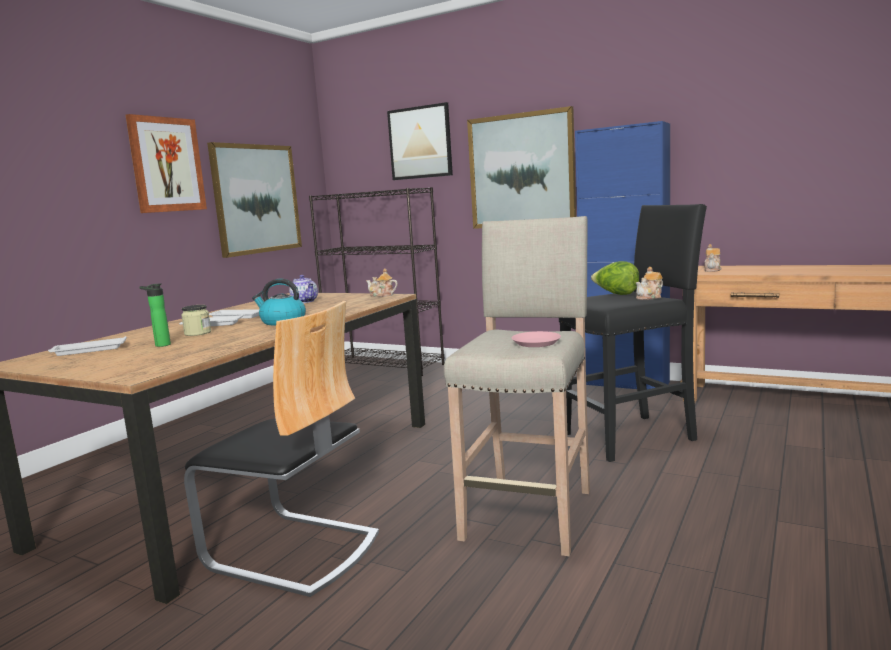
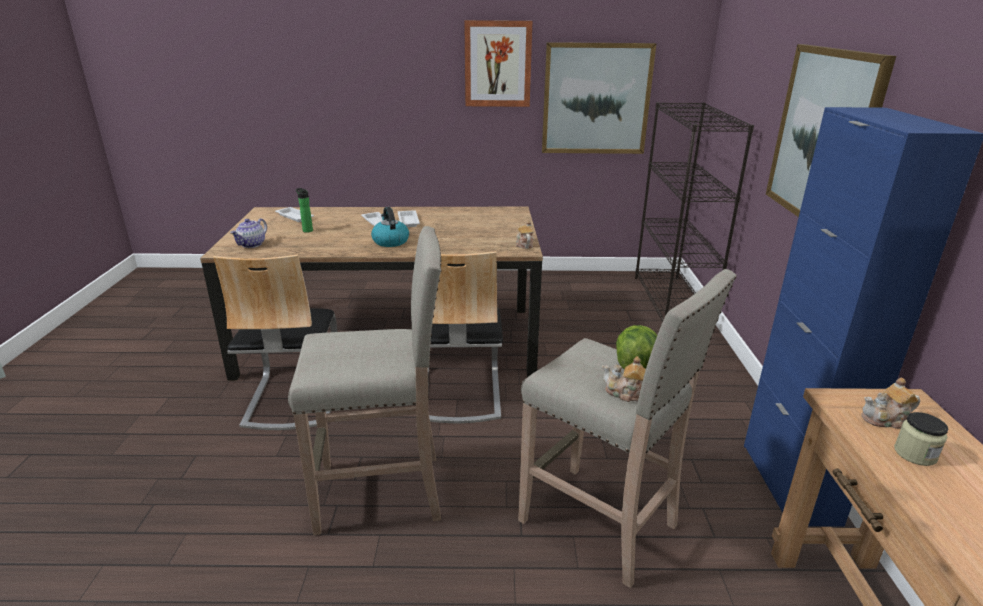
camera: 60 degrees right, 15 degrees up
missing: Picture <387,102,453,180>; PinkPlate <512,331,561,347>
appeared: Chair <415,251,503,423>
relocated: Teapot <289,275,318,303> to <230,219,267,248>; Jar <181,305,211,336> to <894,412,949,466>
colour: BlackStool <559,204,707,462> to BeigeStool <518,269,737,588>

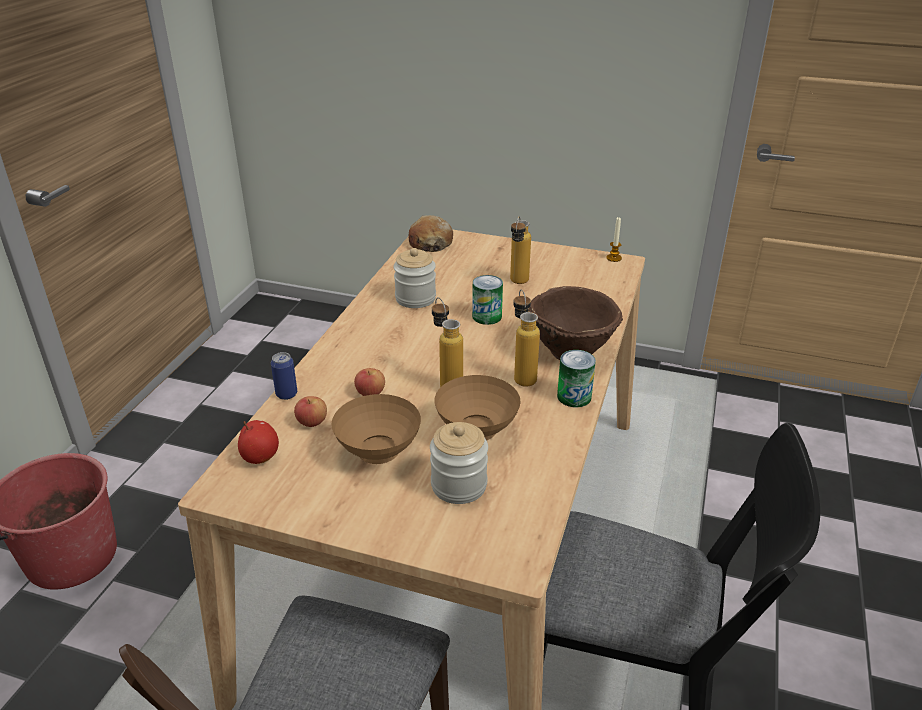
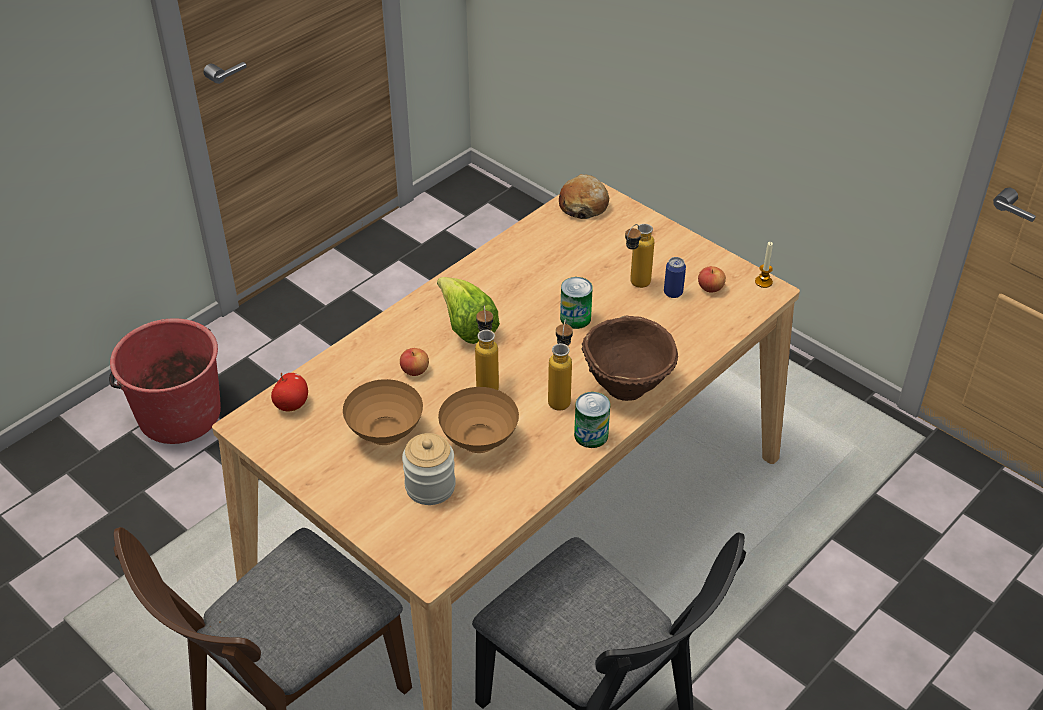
camera: 25 degrees right, 10 degrees up
missing: Jar <393,248,436,308>
appeared: Lettuce <437,277,500,344>
relocated: Can <271,352,297,400> to <664,257,686,298>; Apple <294,396,327,427> to <698,266,726,293>

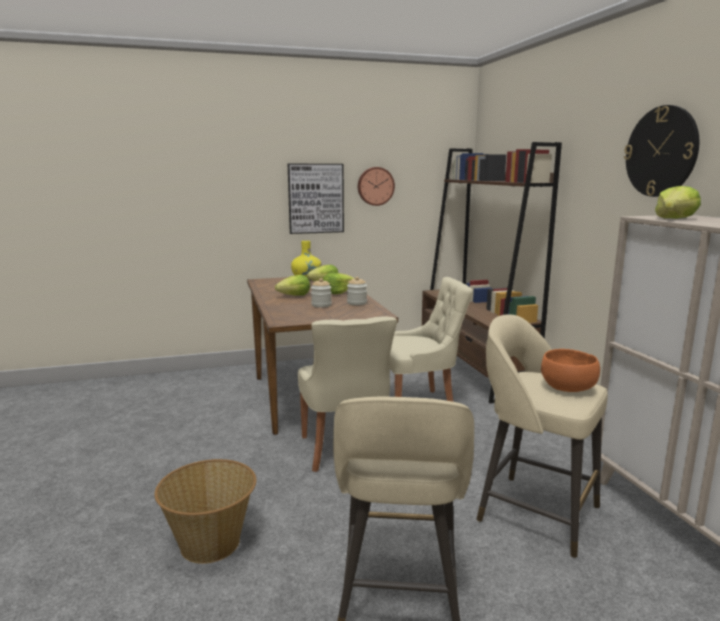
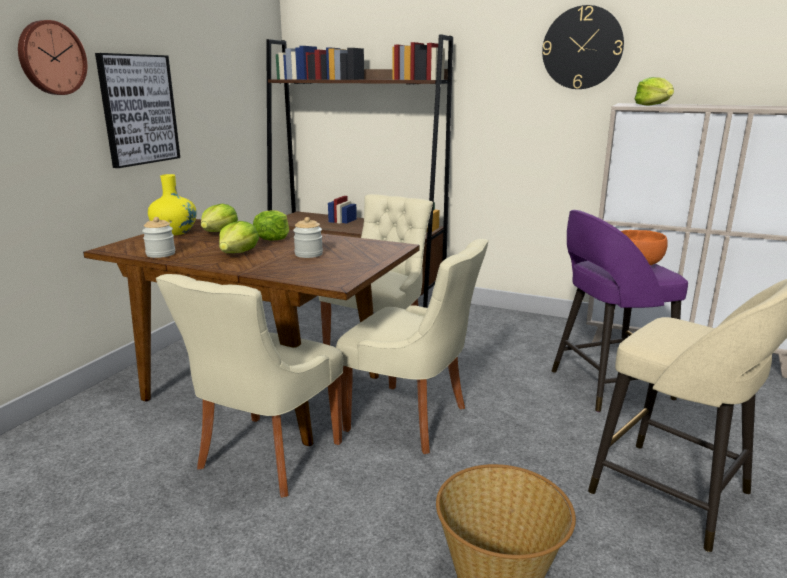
camera: 50 degrees left, 5 degrees up
appeared: BeigeChair <156,274,343,498>
relocated: WallClock <358,167,395,206> to <18,20,87,95>; Jar <347,277,367,305> to <142,217,175,258>
colour: BeigeStool <477,314,608,558> to PurpleStool <552,210,688,412>

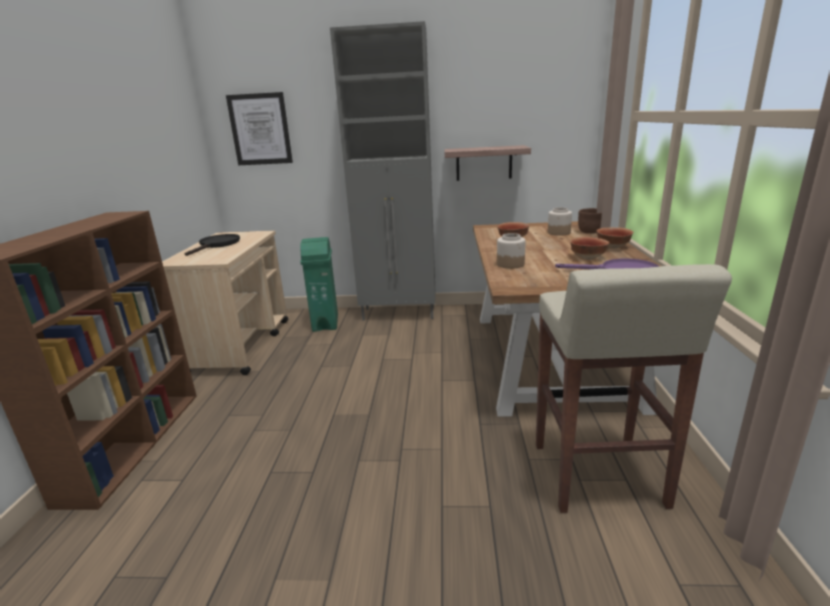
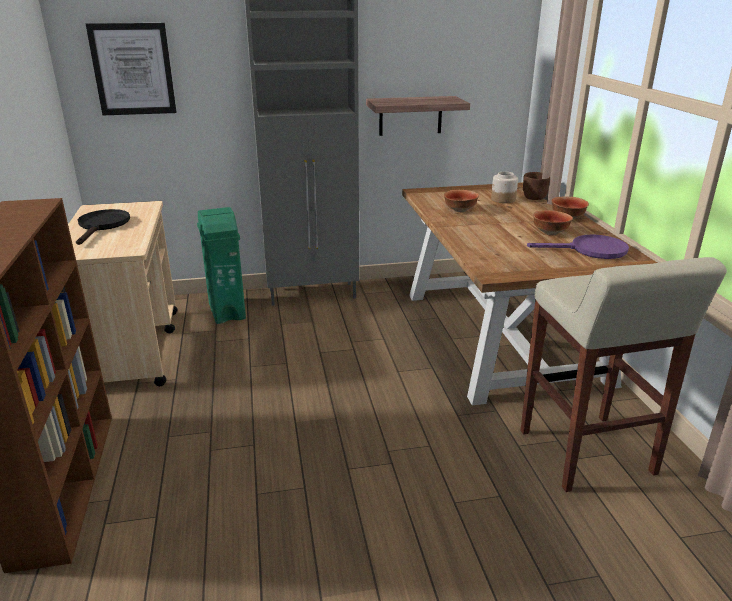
camera: 15 degrees left, 5 degrees up
missing: Jar <497,233,526,269>

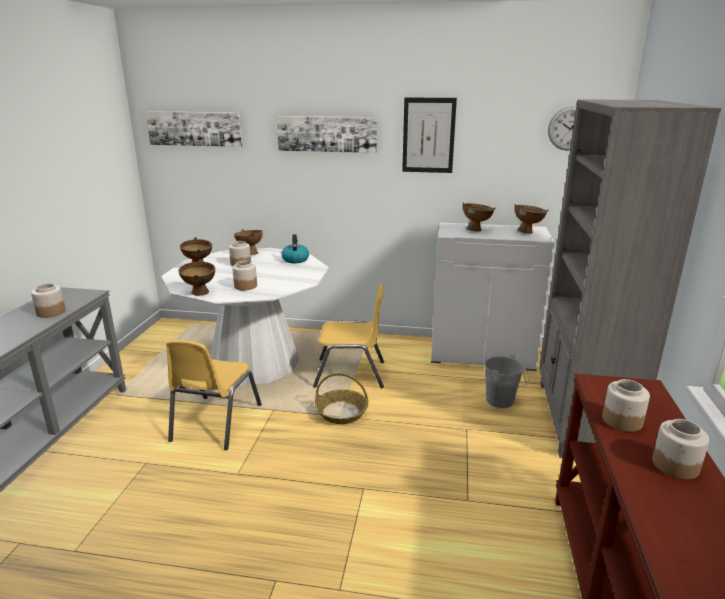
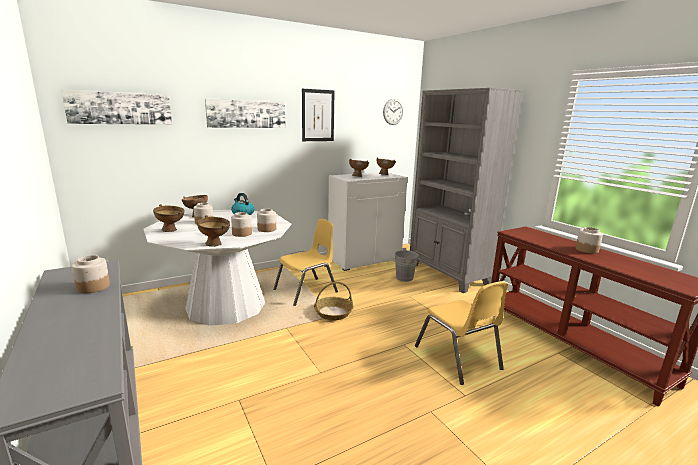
camera: 40 degrees left, 5 degrees down
relocated: YellowChair <166,340,262,450> to <415,281,508,385>; Jar <602,379,650,432> to <257,209,276,232>

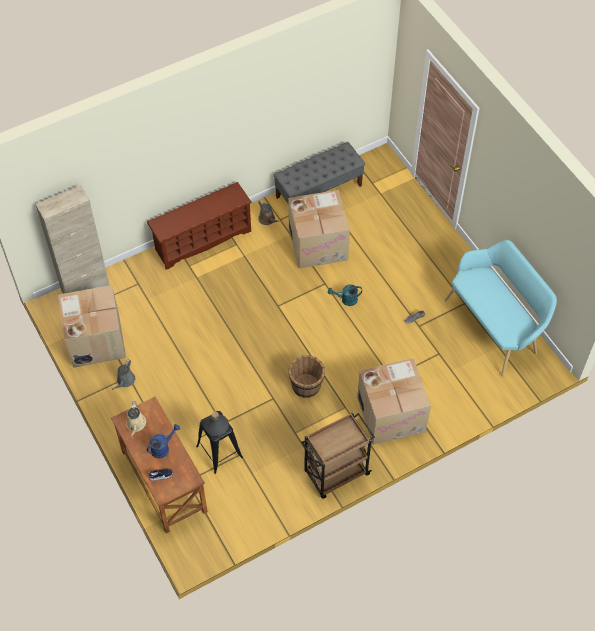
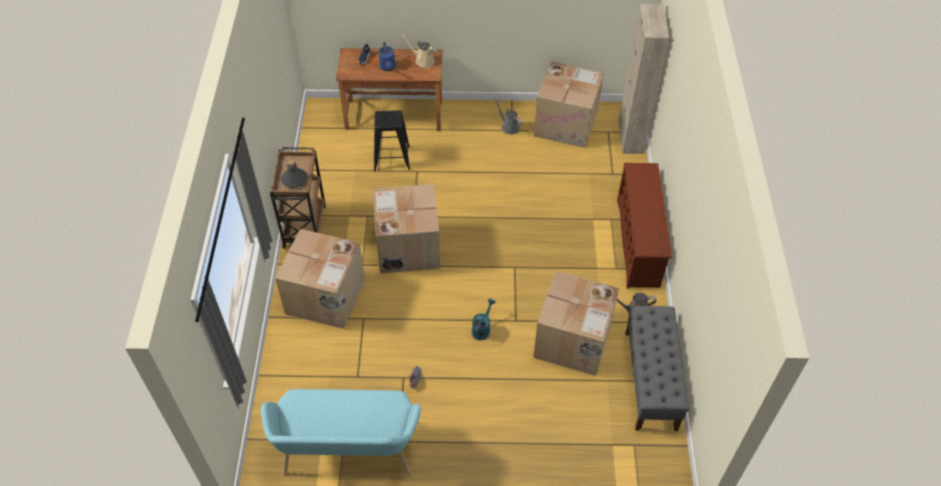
camera: 120 degrees right, 5 degrees down
relocated: GreyBottle <204,412,229,436> to <281,160,308,188>
exchanged: BrownBucket <289,355,325,398> to CardboardBox <373,184,440,274>

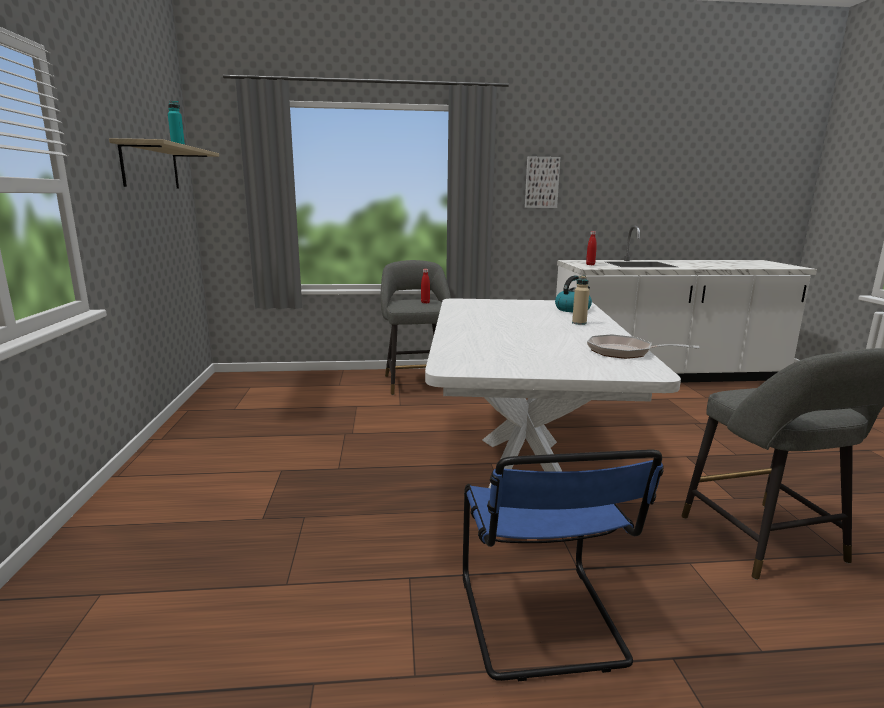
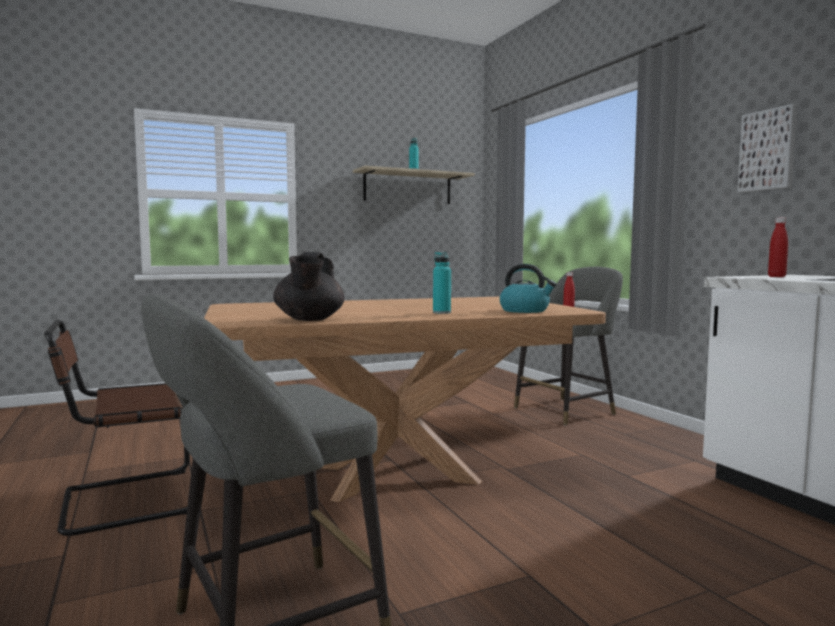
camera: 70 degrees right, 10 degrees down
exchanged: FryingPan <587,334,699,359> to BlackTeapot <273,252,345,321>
colour: BeigeBottle <572,276,589,325> to TurquoiseBottle <433,252,451,314>; WhiteDiningTable <425,298,681,488> to BrownDiningTable <204,297,606,502>; BlueChair <462,449,664,681> to BrownChair <44,320,190,536>

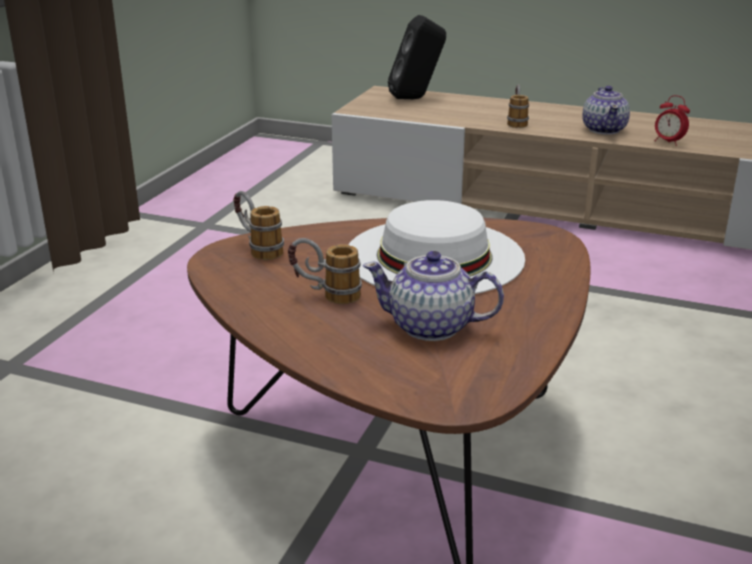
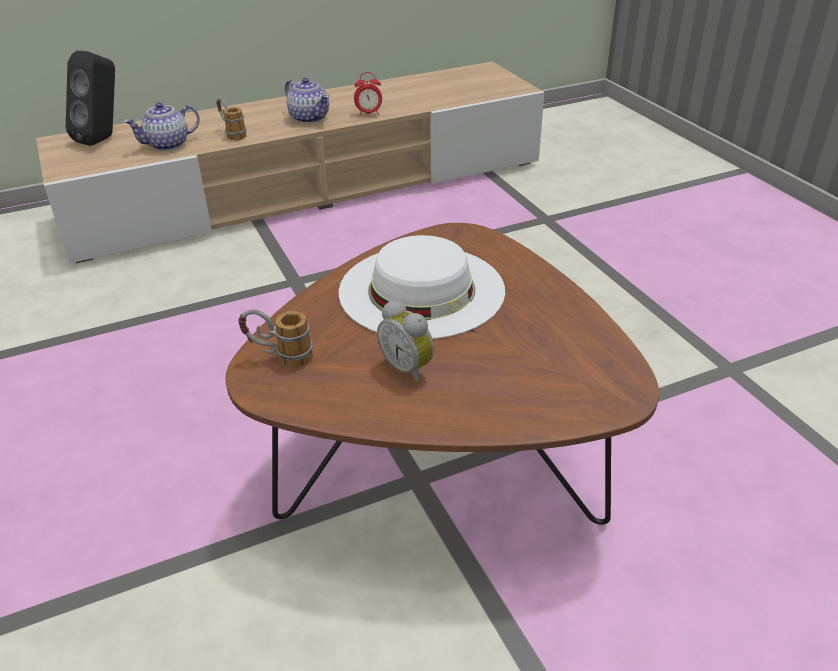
camera: 45 degrees left, 10 degrees up
relocated: Teapot <363,251,504,341> to <124,102,200,151>
exchanged: Mug <288,238,362,304> to AlarmClock <377,300,434,384>

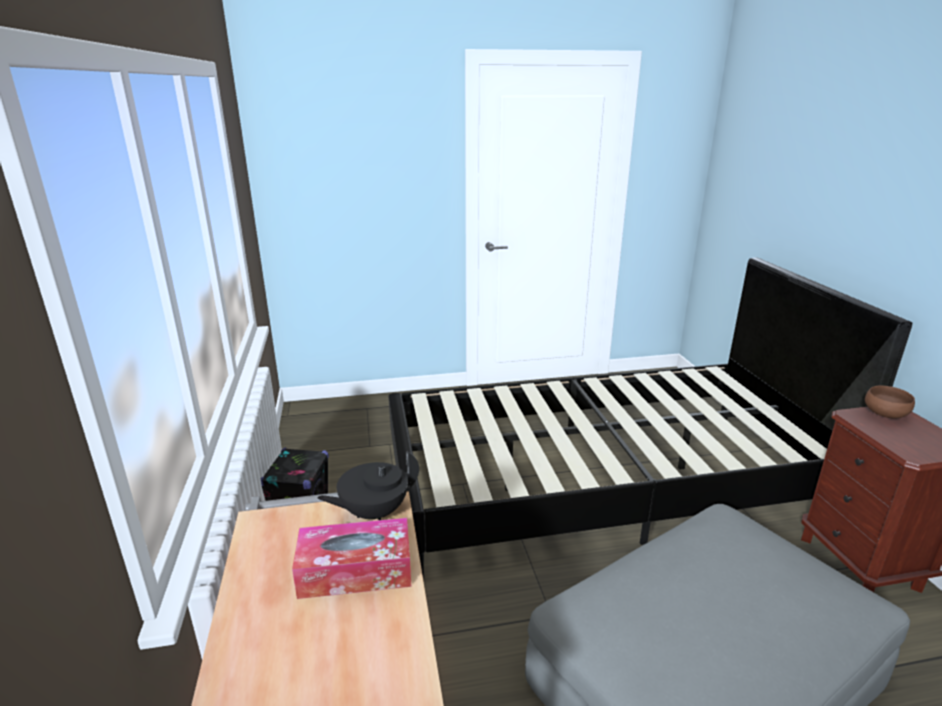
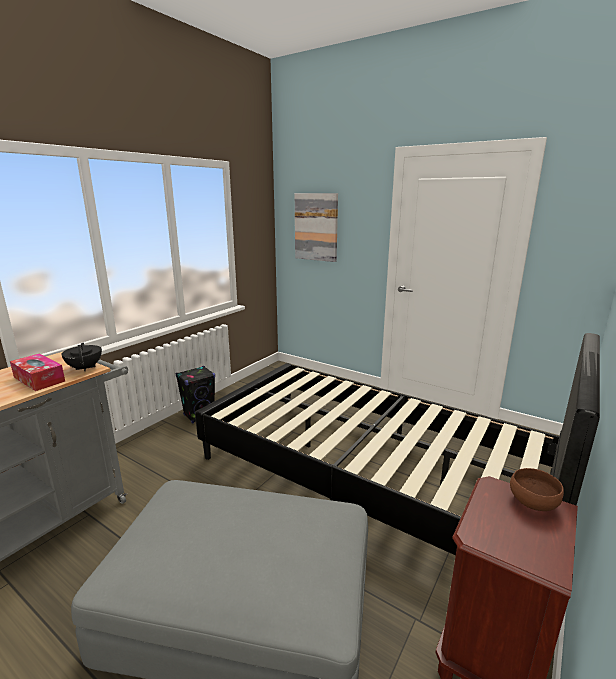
camera: 45 degrees right, 5 degrees down
appeared: Picture <295,193,338,262>
spun: BlackTeapot <317,451,419,520> = <61,343,102,371> 45 degrees clockwise

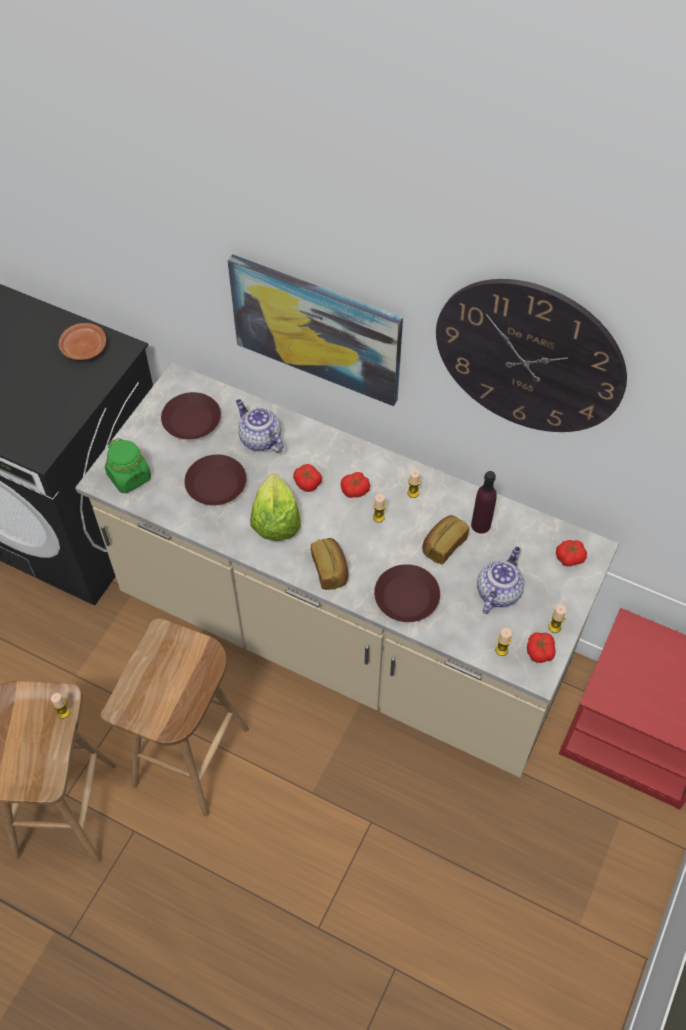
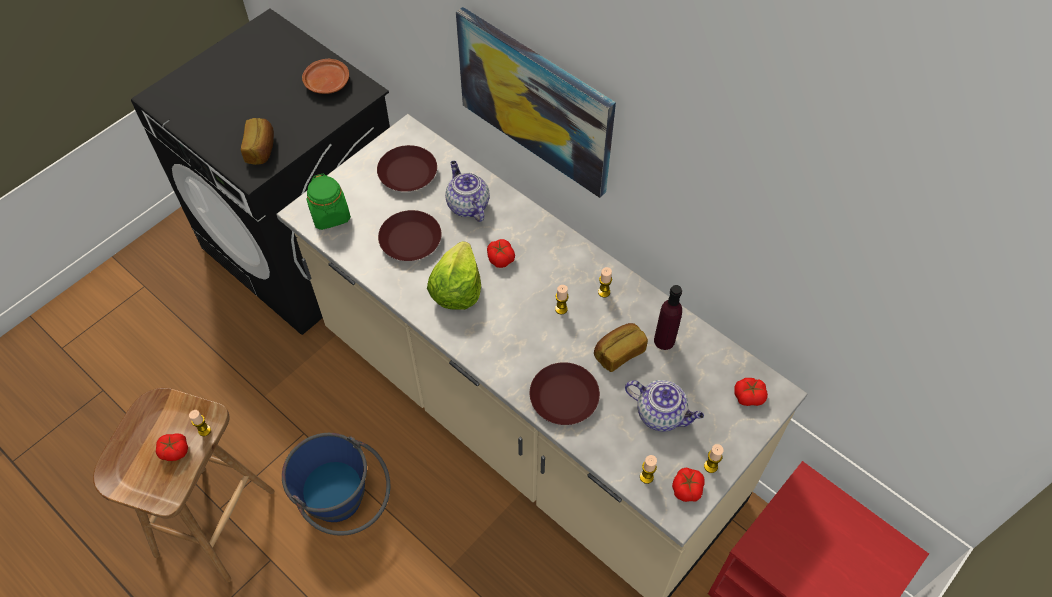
camera: 15 degrees right, 0 degrees up
missing: WallClock <436,279,627,432>
relocated: Tomato <341,472,370,498> to <156,433,188,461>; Bread <311,538,348,590> to <241,118,274,165>
exchanged: BrownStool <101,618,249,817> to BlueBucket <282,433,390,536>
spun: Teapot <477,547,524,614> = <625,380,704,432> 75 degrees clockwise

